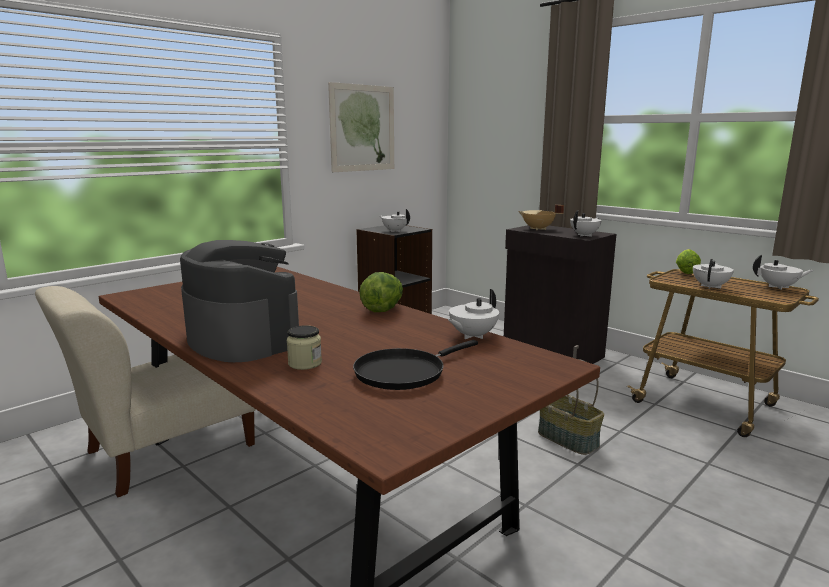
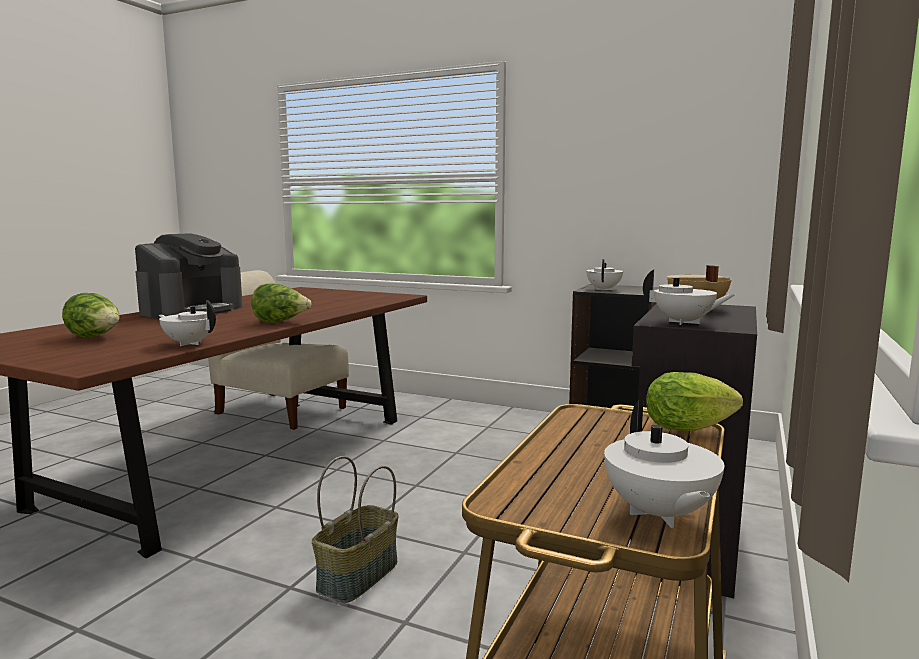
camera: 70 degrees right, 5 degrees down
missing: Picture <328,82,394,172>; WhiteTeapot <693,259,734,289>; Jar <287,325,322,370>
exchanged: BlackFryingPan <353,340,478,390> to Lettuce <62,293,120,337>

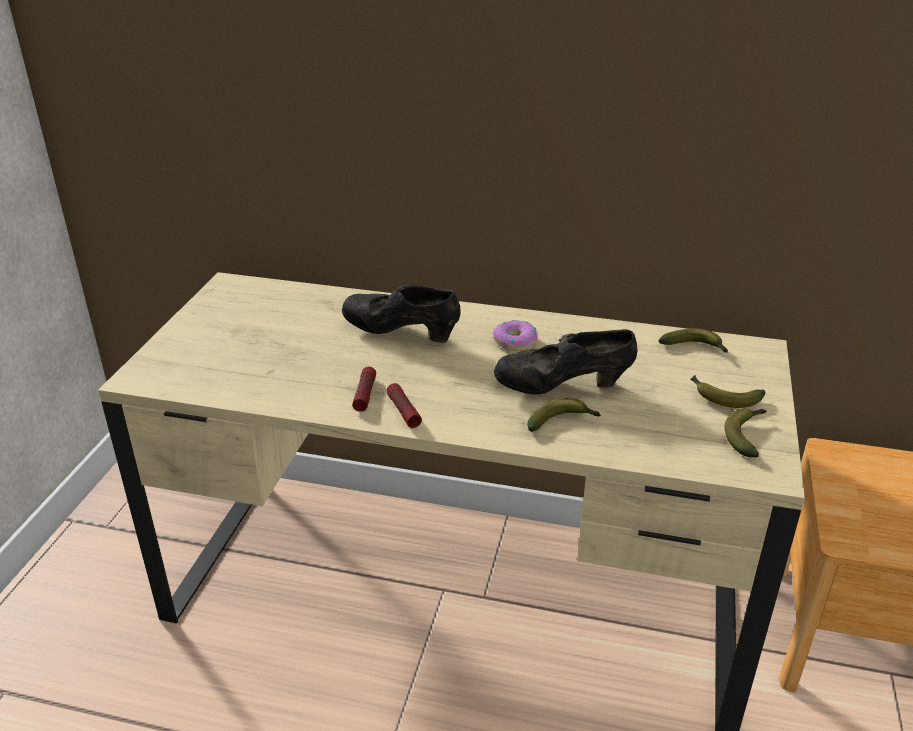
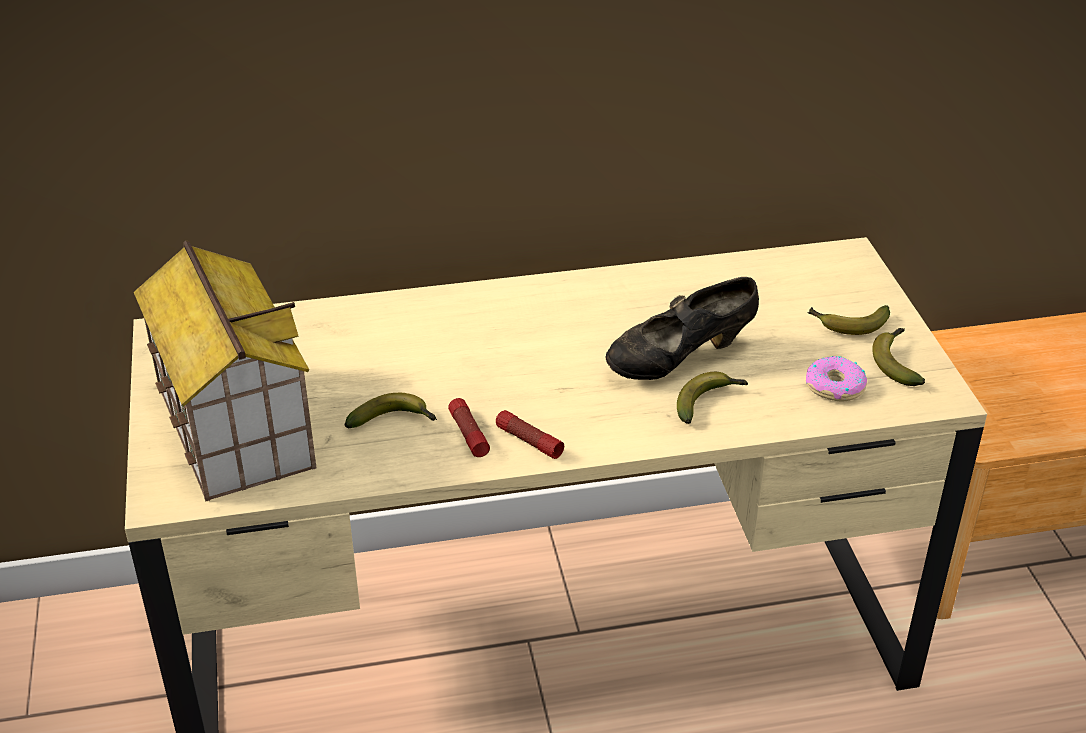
camera: 25 degrees left, 5 degrees up
missing: BlackShoe <342,285,461,343>
appeared: ToyHouse <134,241,317,501>
relocated: Donut <492,320,538,351> to <806,356,867,402>; Banana <659,328,728,353> to <345,393,437,428>

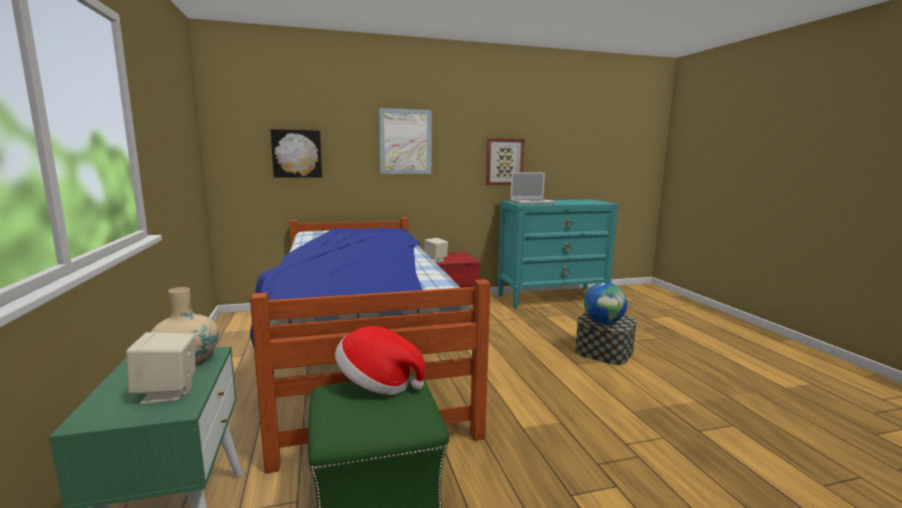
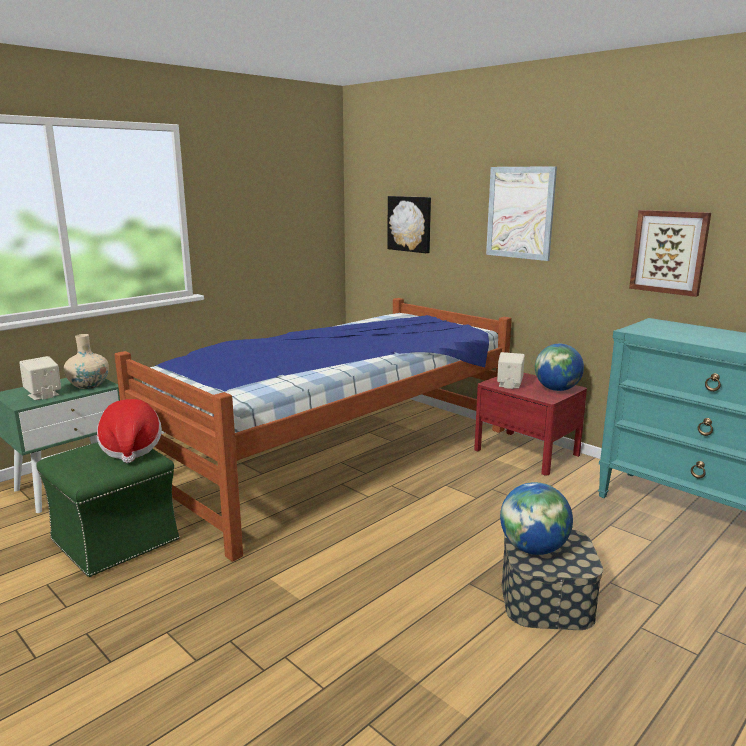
camera: 60 degrees right, 5 degrees up
missing: Laptop <510,172,556,205>
appeared: Globe <535,344,584,391>

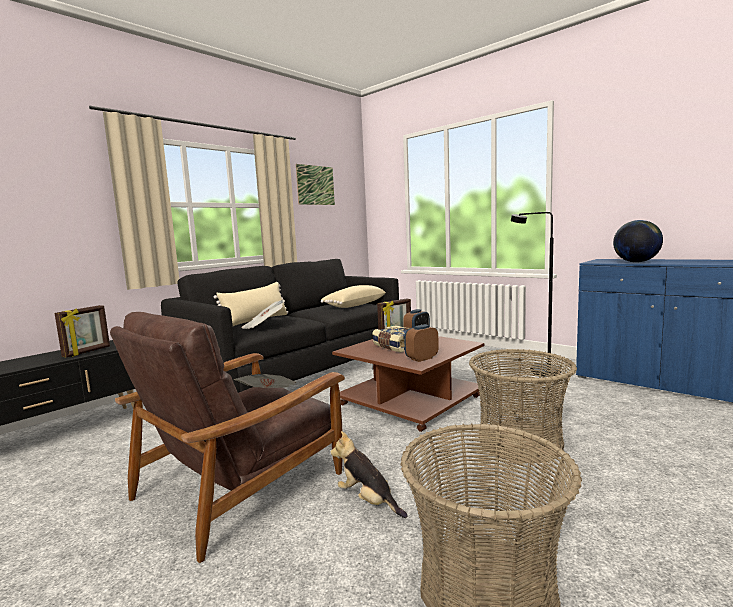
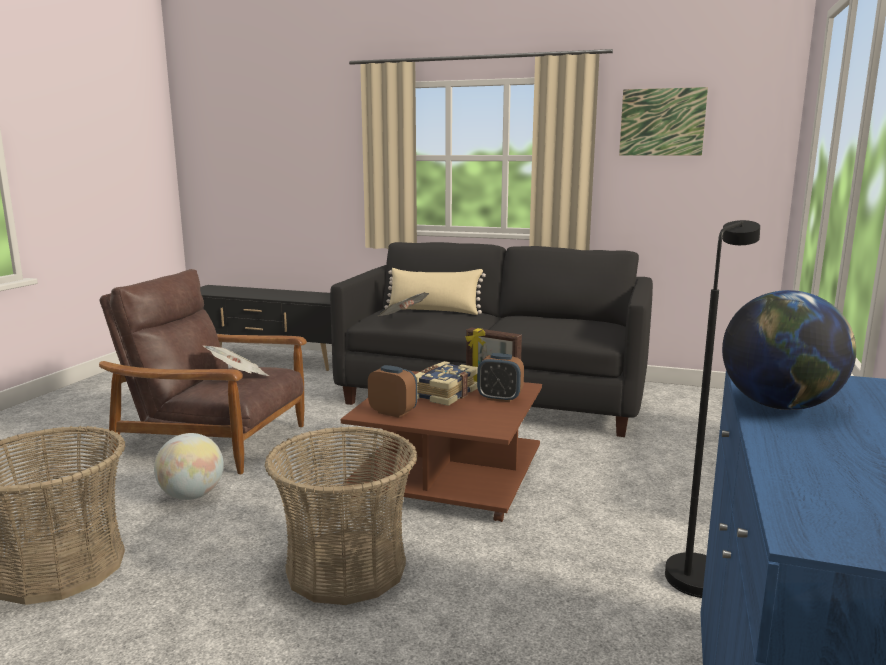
camera: 65 degrees right, 5 degrees up
missing: BeigePillow <321,285,386,308>; PictureFrame <55,305,110,357>
exchanged: PlushToy <331,431,408,518> to Globe <154,433,224,500>

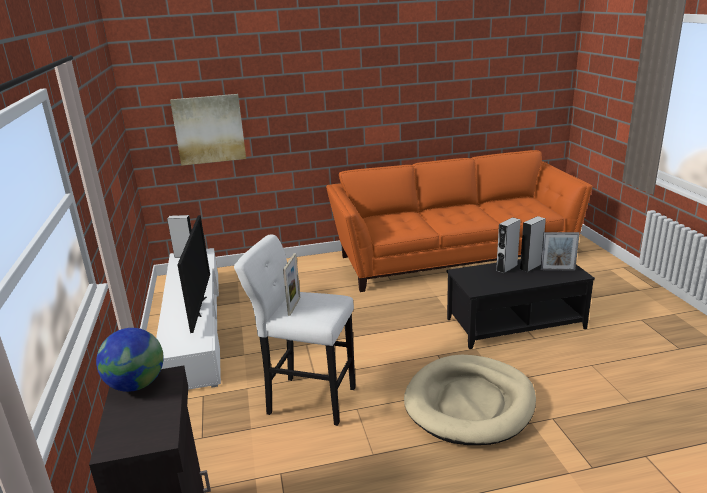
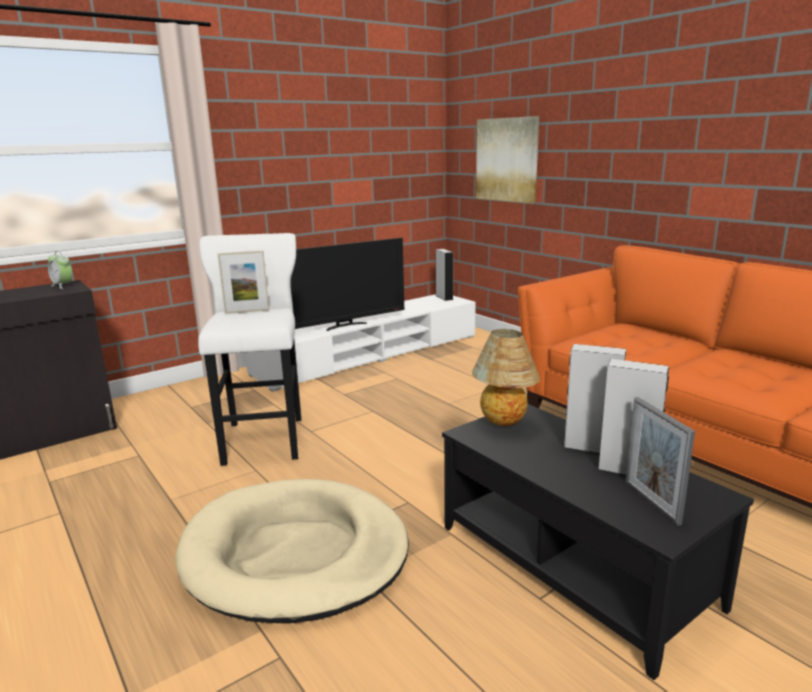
camera: 65 degrees right, 5 degrees down
appeared: TableLamp <472,329,540,426>
exchanged: Globe <96,328,164,392> to AlarmClock <48,251,72,289>

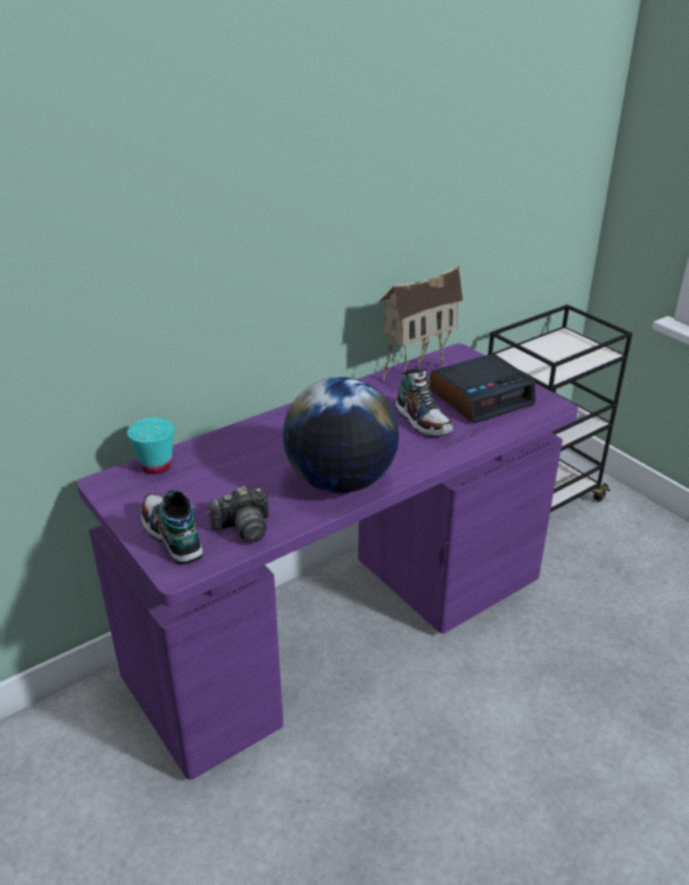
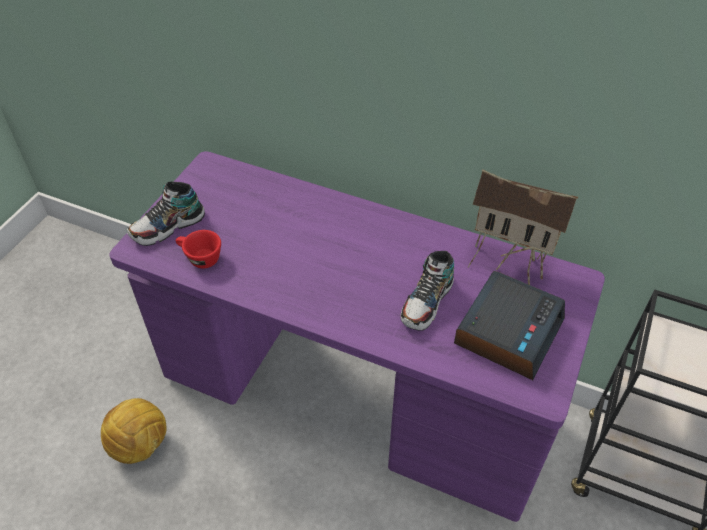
camera: 60 degrees right, 15 degrees up
missing: Globe <283,377,399,493>; TurquoiseCup <127,418,174,474>
appeared: Football <101,398,167,464>
exchanged: PhotoCamera <208,486,269,543> to RedCup <176,230,221,269>
spun: AlarmClock <430,354,536,423> = <454,271,565,380> 90 degrees counterclockwise; Shoe <141,490,203,565> = <127,182,205,246> 150 degrees counterclockwise

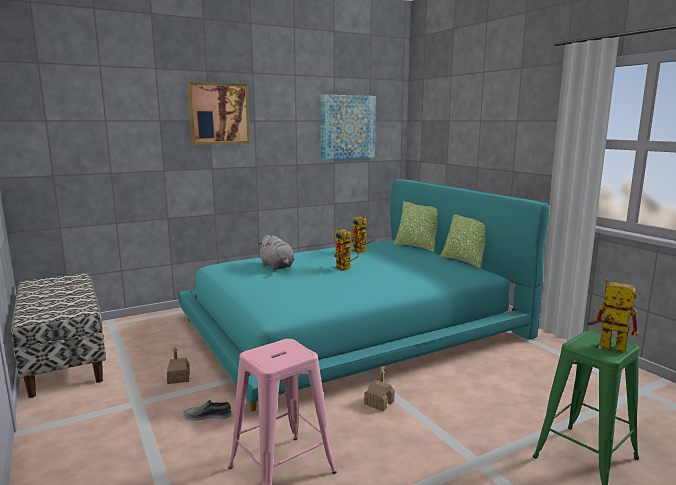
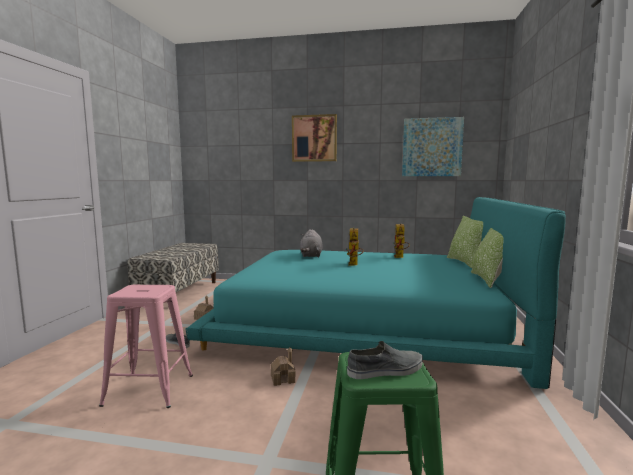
camera: 40 degrees right, 5 degrees down
exchanged: ToyRobot <587,279,639,352> to GreyShoe <347,341,423,379>

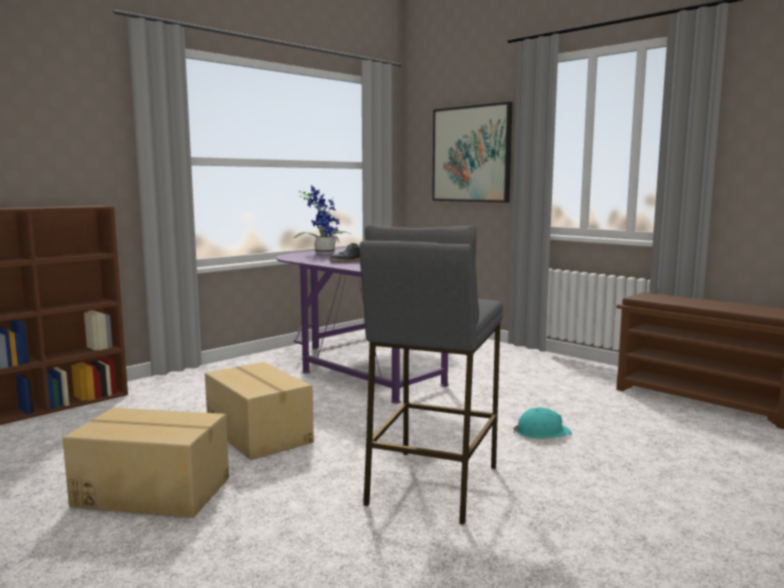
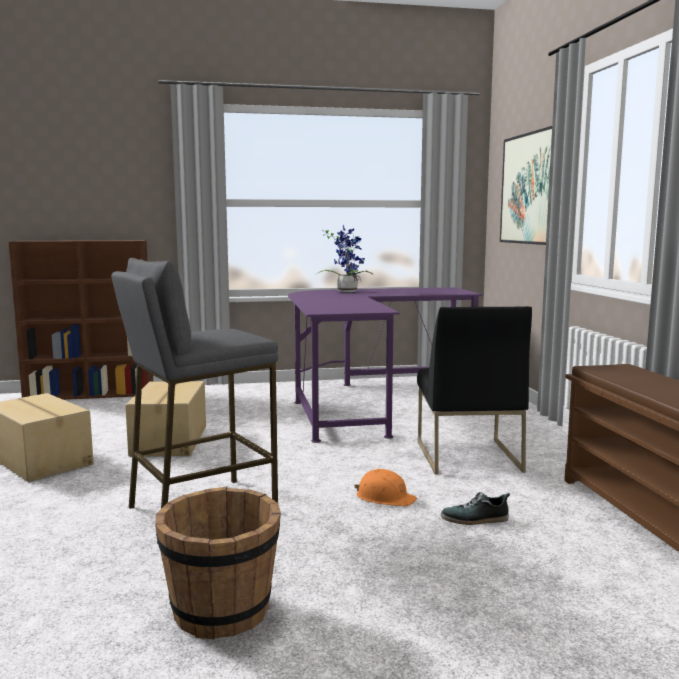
camera: 35 degrees right, 0 degrees up
appeared: BlackChair <417,306,532,475>; BrownBucket <155,487,281,639>
relocated: Shoe <329,243,360,262> to <441,492,510,525>
colour: TurquoiseHardHat <514,407,572,439> to OrangeHardHat <354,469,417,506>

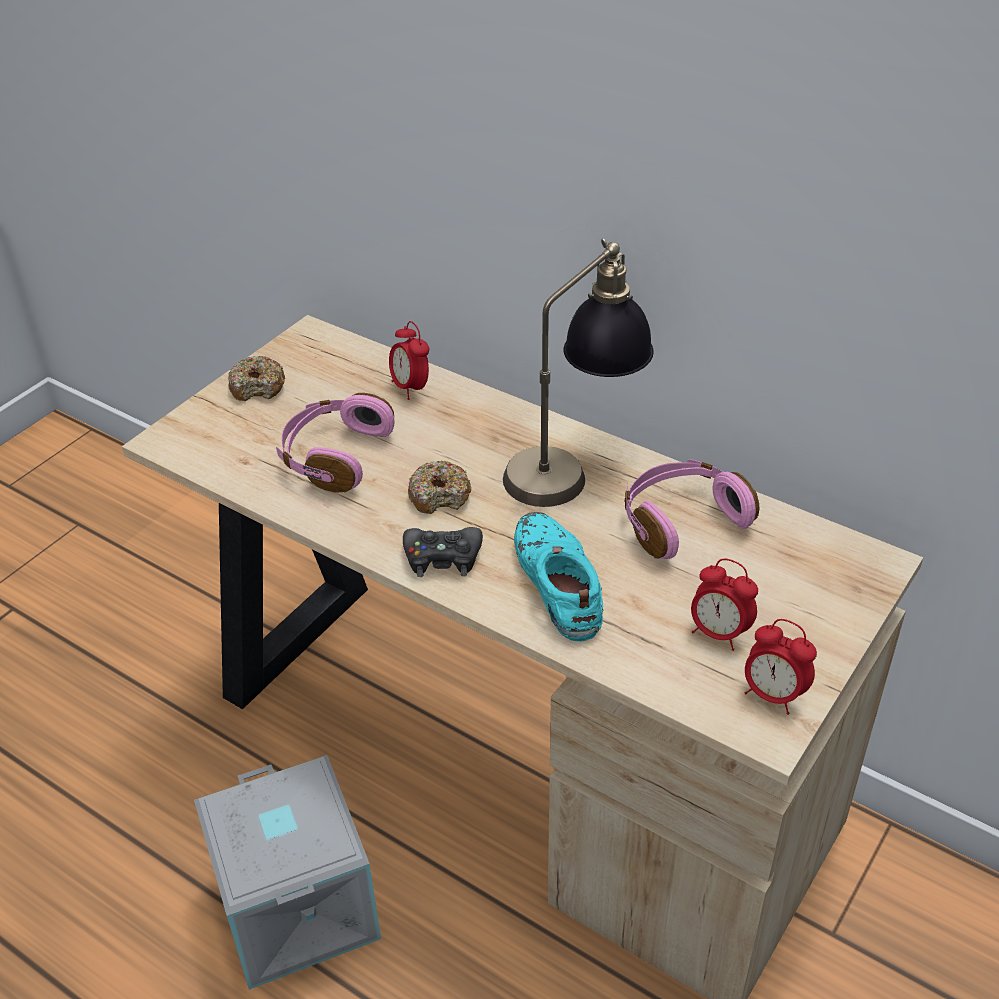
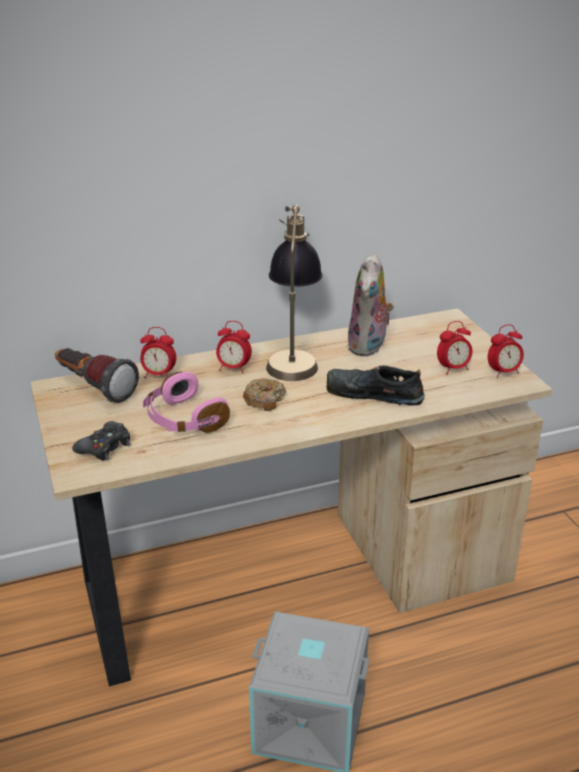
camera: 55 degrees left, 10 degrees down
missing: Donut <228,356,285,401>
appeared: AlarmClock <216,321,252,374>; Flashlight <55,348,139,403>
relocated: BlackGameController <403,527,483,577> to <72,421,131,461>
exchanged: PinkHeadphones <625,459,759,559> to PlushToy <348,253,394,357>
colour: TurquoiseShoe <514,512,603,642> to BlackShoe <326,366,425,406>

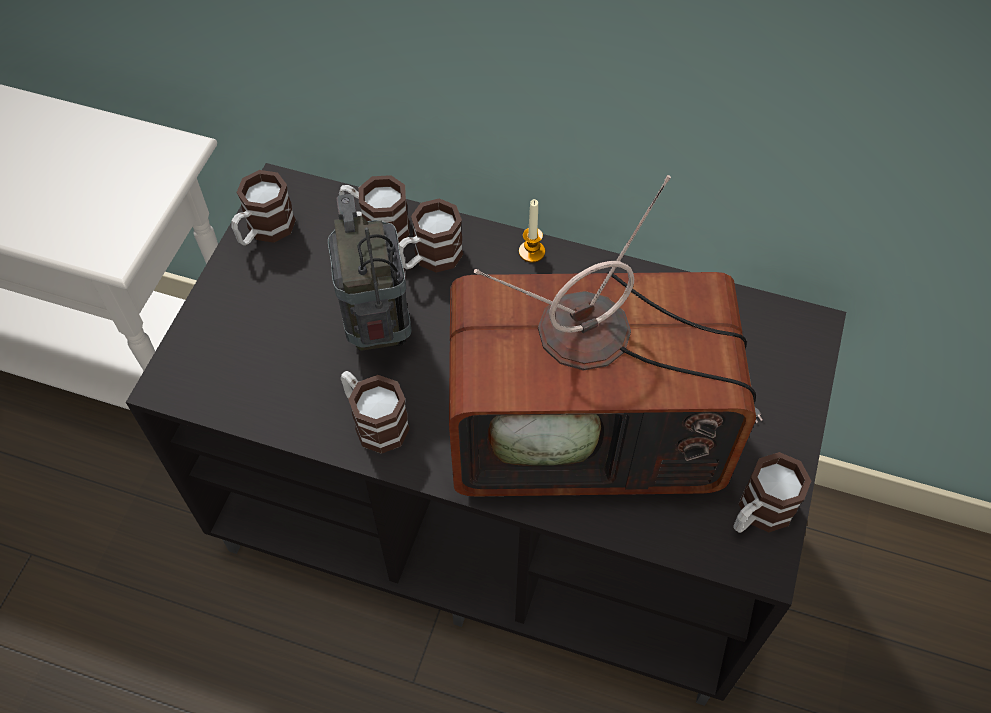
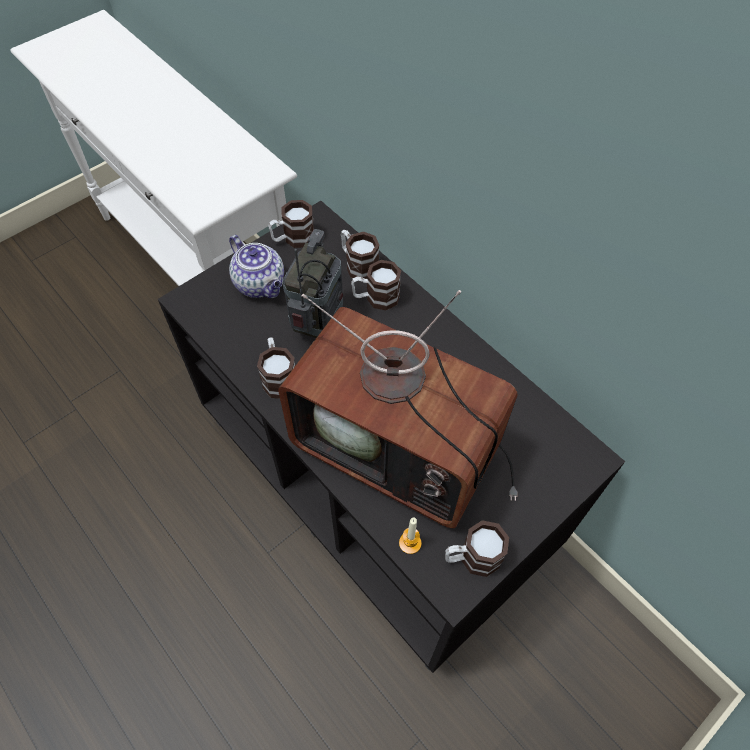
camera: 30 degrees right, 0 degrees up
appeared: Teapot <229,235,284,298>
relocated: Candle <519,199,545,263> to <399,518,421,554>

